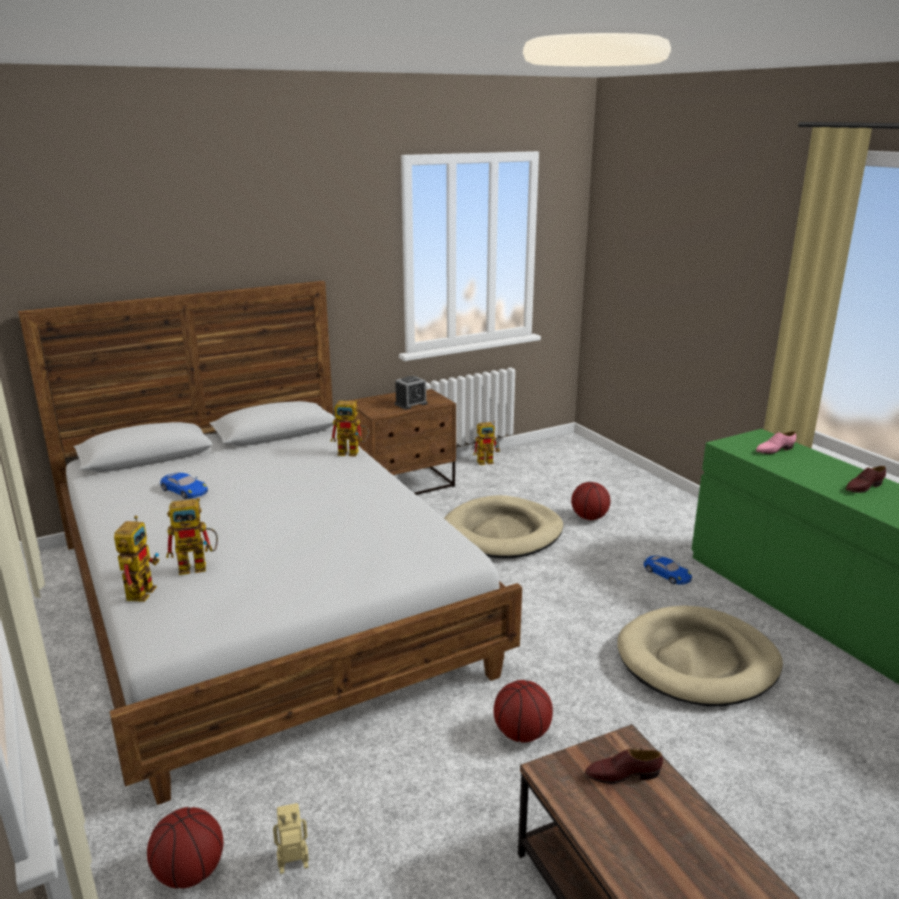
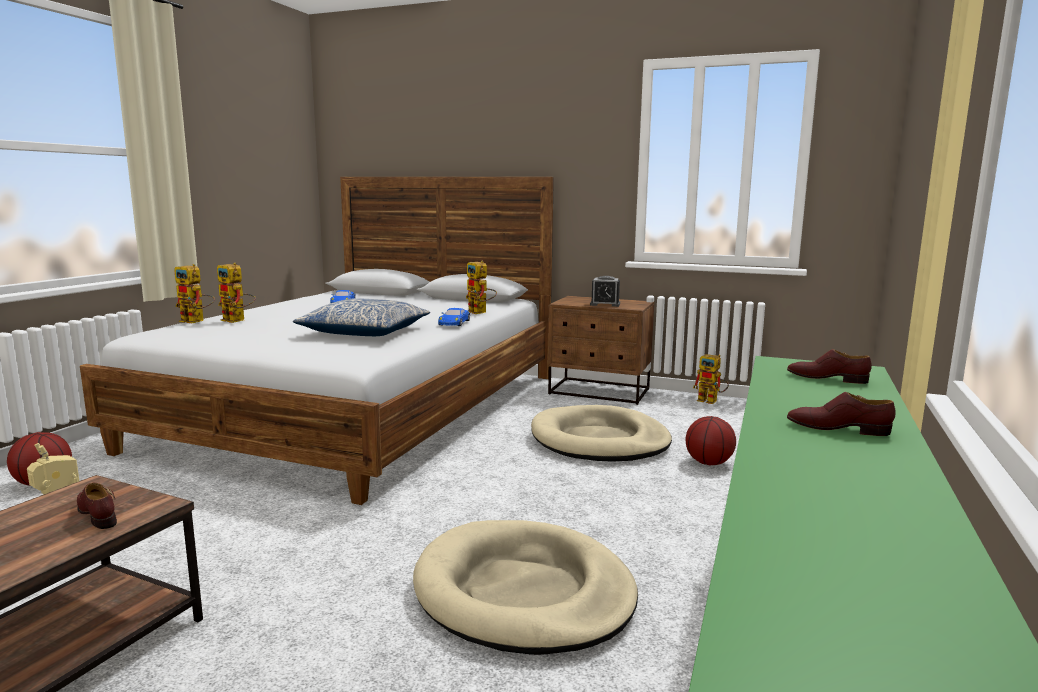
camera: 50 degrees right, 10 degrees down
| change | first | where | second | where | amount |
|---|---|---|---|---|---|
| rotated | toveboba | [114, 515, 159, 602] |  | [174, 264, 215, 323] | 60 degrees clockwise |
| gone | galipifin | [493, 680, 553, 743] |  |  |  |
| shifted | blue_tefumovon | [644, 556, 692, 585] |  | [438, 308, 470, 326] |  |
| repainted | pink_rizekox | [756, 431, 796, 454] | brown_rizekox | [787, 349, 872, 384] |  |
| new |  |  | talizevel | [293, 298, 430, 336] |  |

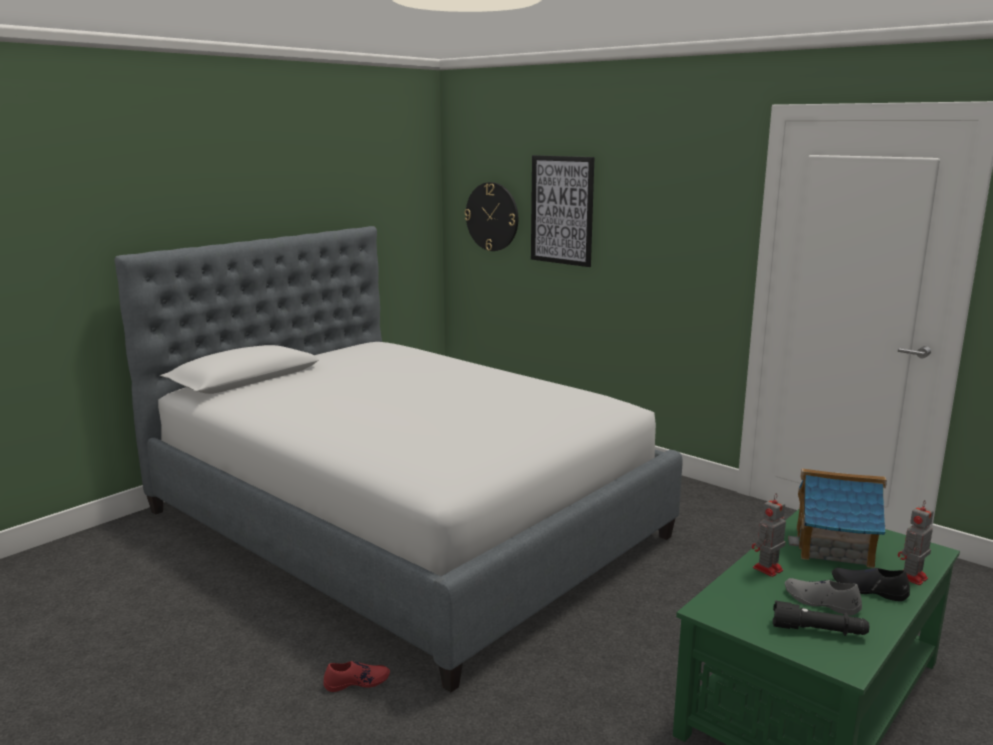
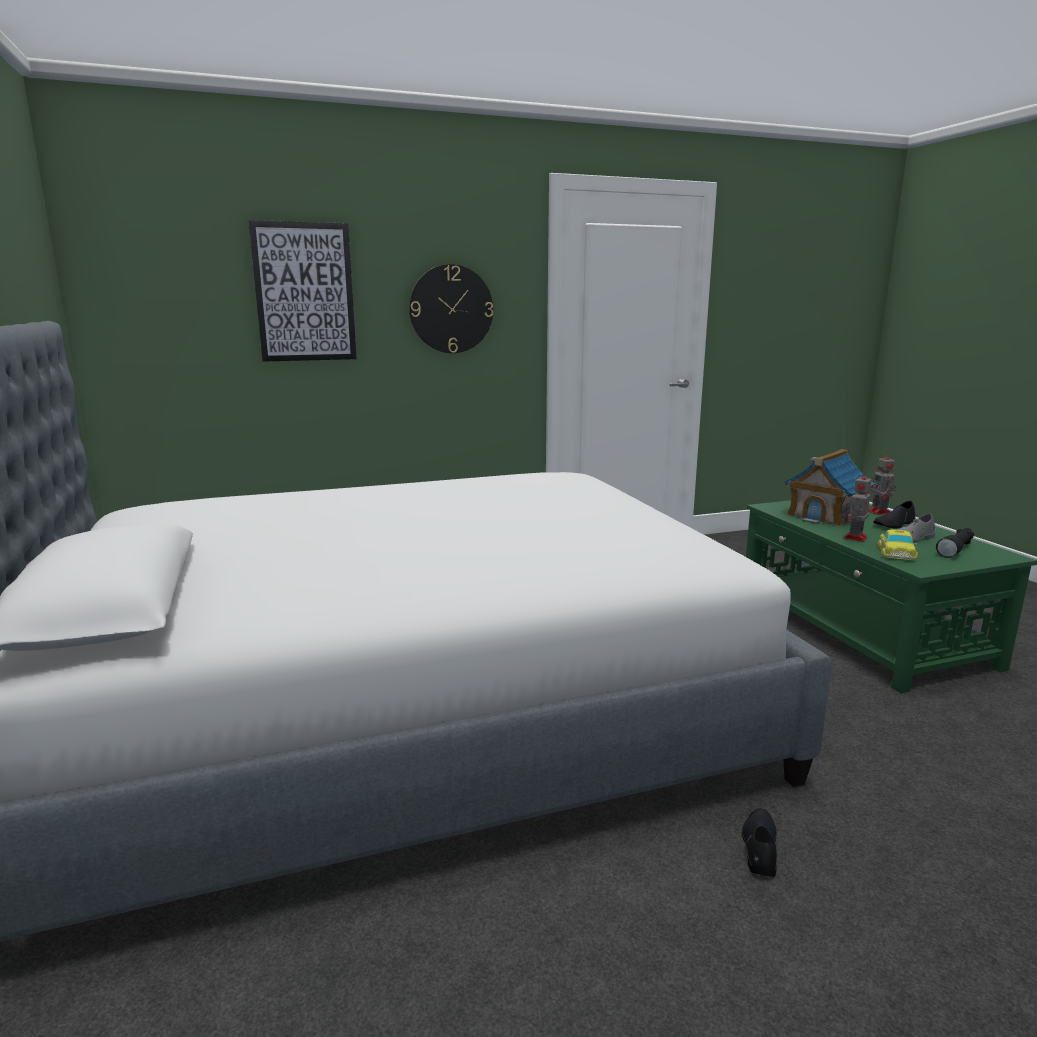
camera: 60 degrees left, 0 degrees up
| change | first | where | second | where | amount |
|---|---|---|---|---|---|
| repainted | red_rizekox | [323, 661, 390, 692] | black_rizekox | [742, 809, 777, 877] |  |
| shifted | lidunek | [465, 182, 518, 251] |  | [409, 264, 493, 353] |  |
| rotated | toveboba | [752, 493, 786, 577] |  | [844, 471, 871, 542] | 45 degrees clockwise |
| new |  |  | tefumovon | [878, 529, 918, 560] |  |

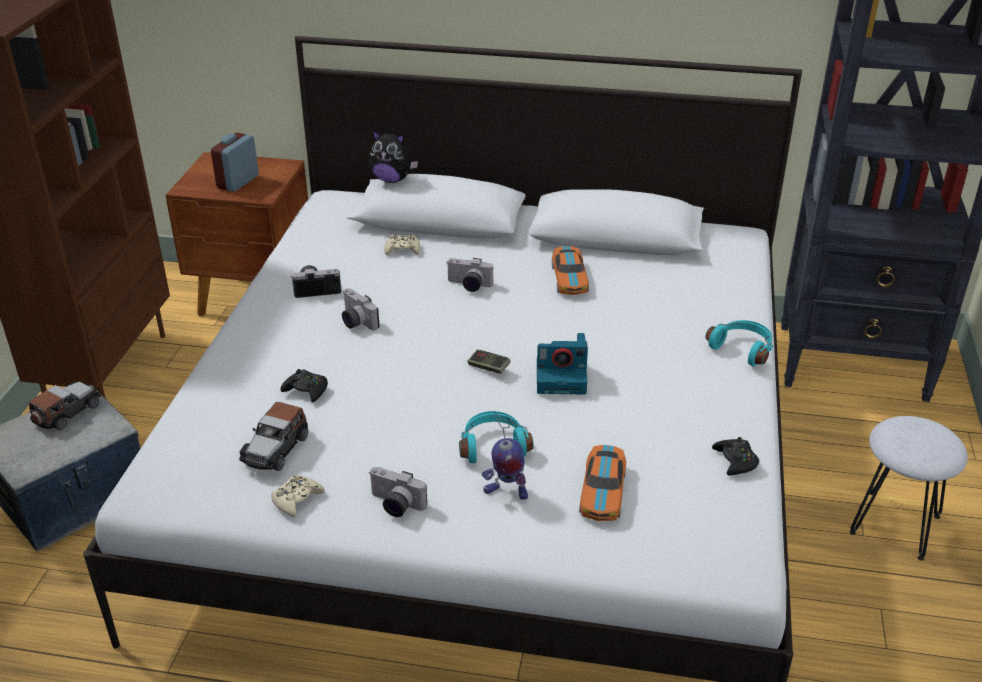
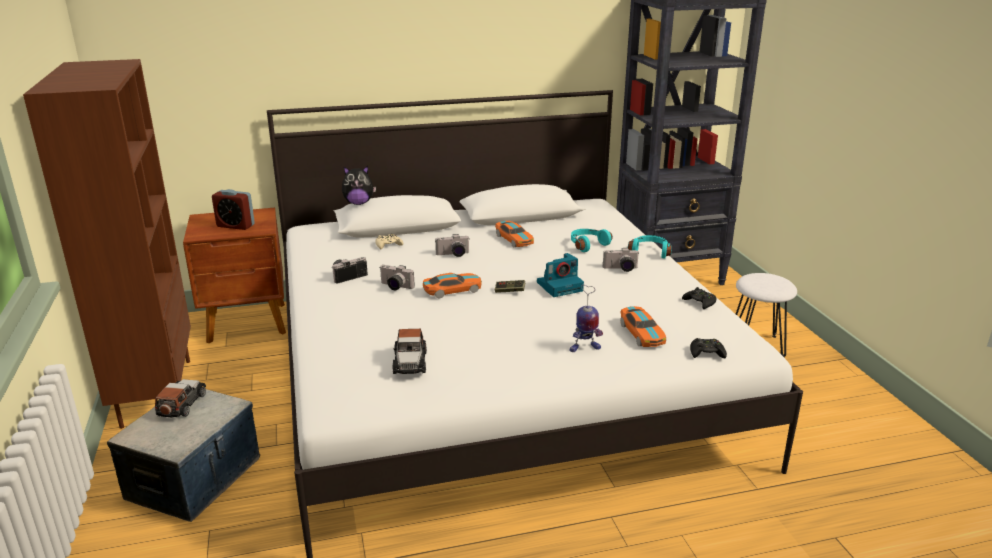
camera: 25 degrees left, 10 degrees down
| change | first | where | second | where | amount |
|---|---|---|---|---|---|
| rotated | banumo | [211, 132, 259, 192] |  | [212, 189, 255, 230] | 75 degrees counterclockwise |
| gone | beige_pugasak | [271, 475, 325, 517] |  |  |  |
| shifted | black_pugasak | [280, 369, 328, 403] |  | [690, 338, 727, 358] |  |
| shifted | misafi | [370, 467, 427, 517] |  | [603, 248, 640, 272] |  |
| shifted | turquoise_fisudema | [459, 411, 534, 463] |  | [571, 229, 613, 252] |  |
| new |  |  | tefumovon | [423, 273, 482, 298] |  |

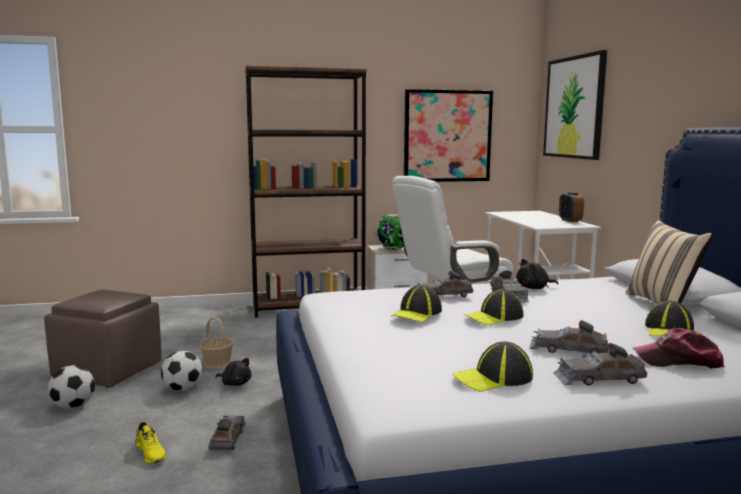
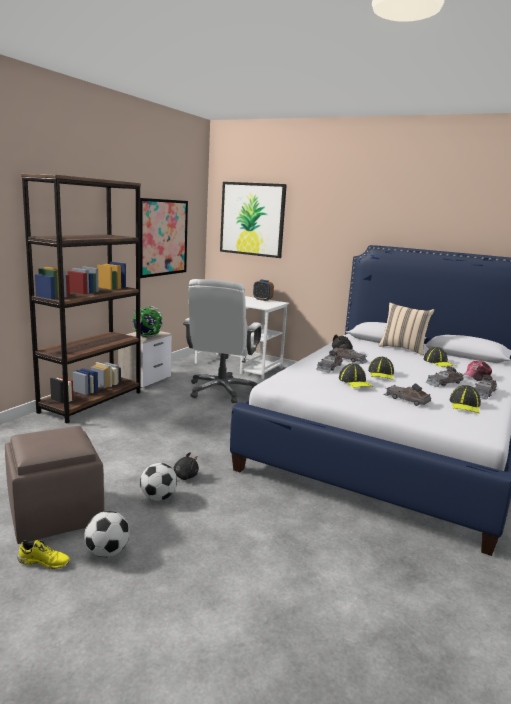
camera: 50 degrees left, 5 degrees up
| change | first | where | second | where | amount |
|---|---|---|---|---|---|
| shifted | yellow_rizekox | [135, 422, 166, 463] |  | [17, 540, 70, 569] |  |
| gone | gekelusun | [200, 317, 233, 369] |  |  |  |
| shifted | grey_tefumovon | [208, 416, 246, 450] |  | [383, 383, 431, 406] |  |

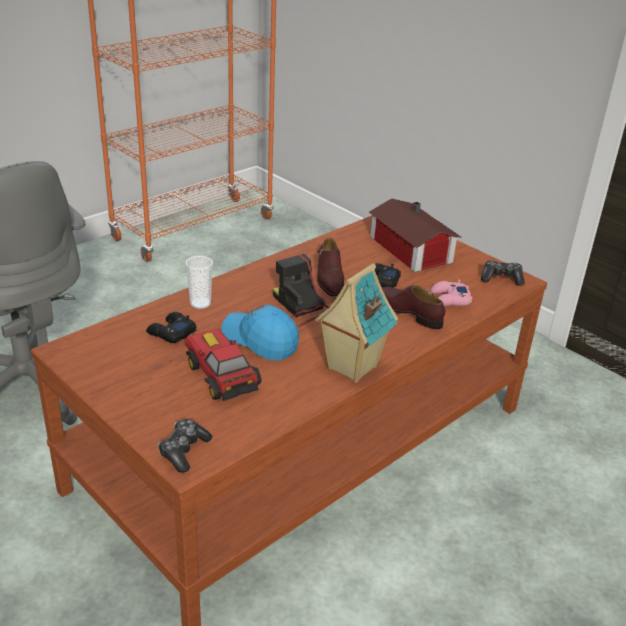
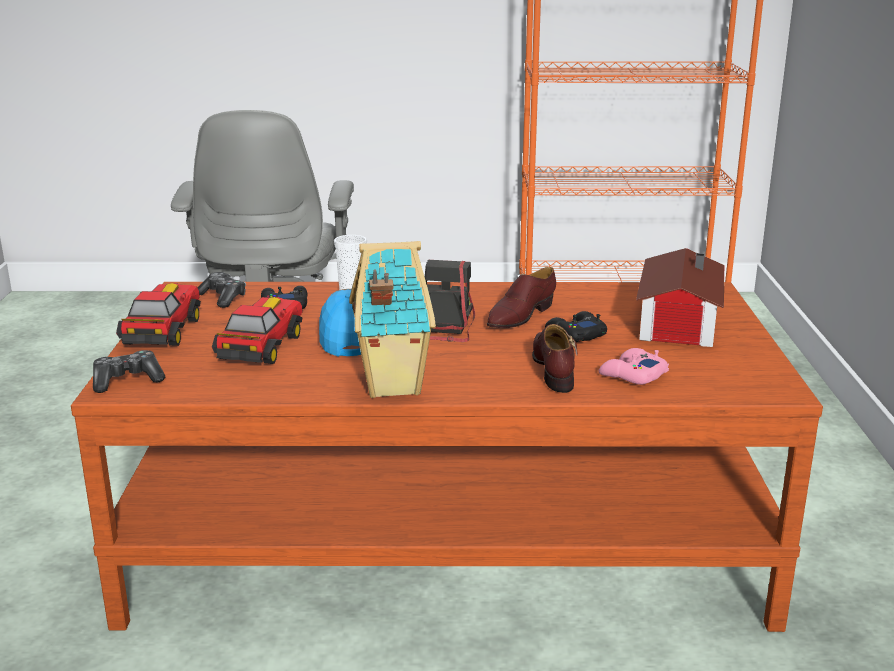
camera: 45 degrees right, 10 degrees down
| change | first | where | second | where | amount |
|---|---|---|---|---|---|
| shifted | pugasak | [481, 260, 525, 286] |  | [197, 272, 246, 308] |  |
| new |  |  | tefumovon | [116, 283, 201, 346] |  |

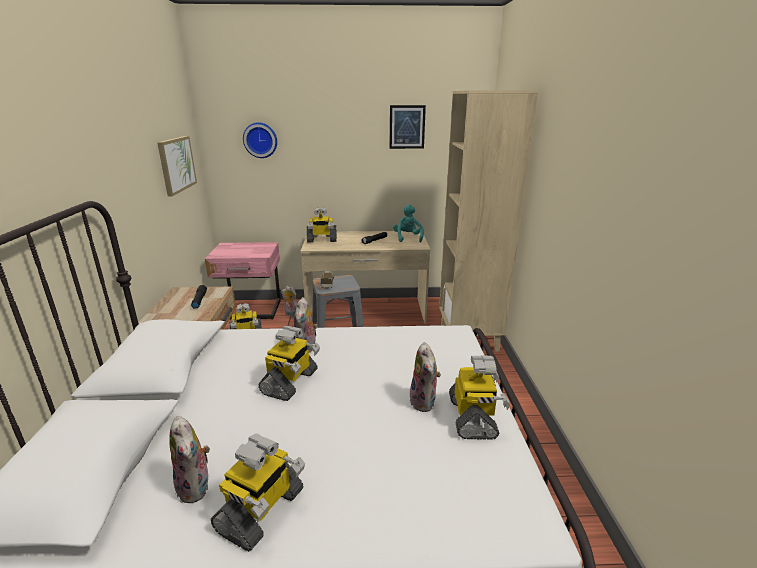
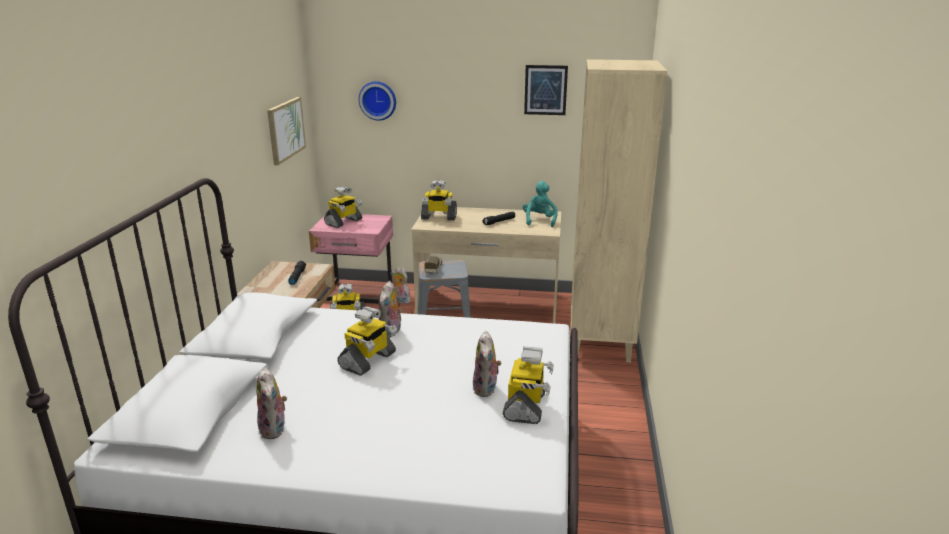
camera: 10 degrees right, 0 degrees up
| change | first | where | second | where | amount |
|---|---|---|---|---|---|
| shifted | toveboba | [211, 434, 305, 552] |  | [324, 186, 362, 228] |  |

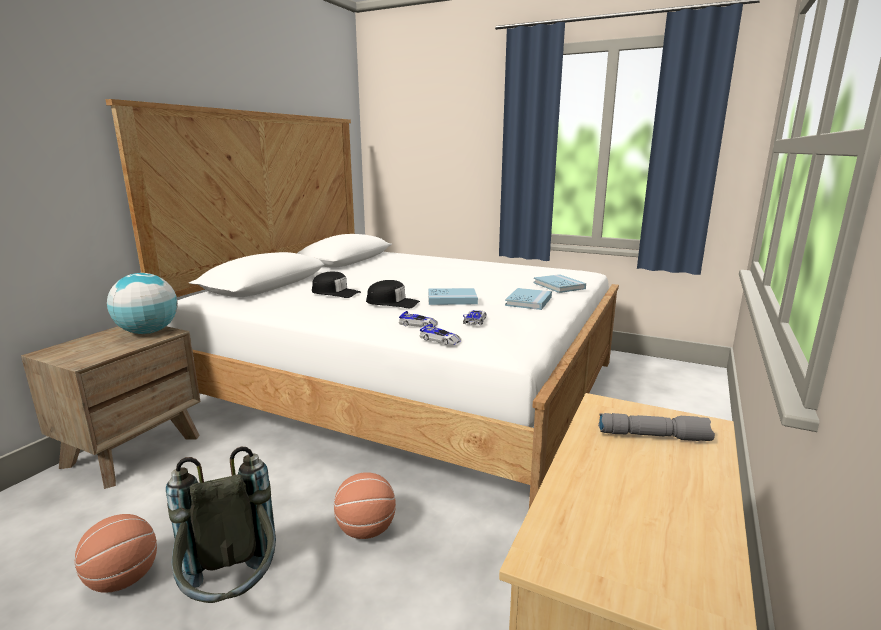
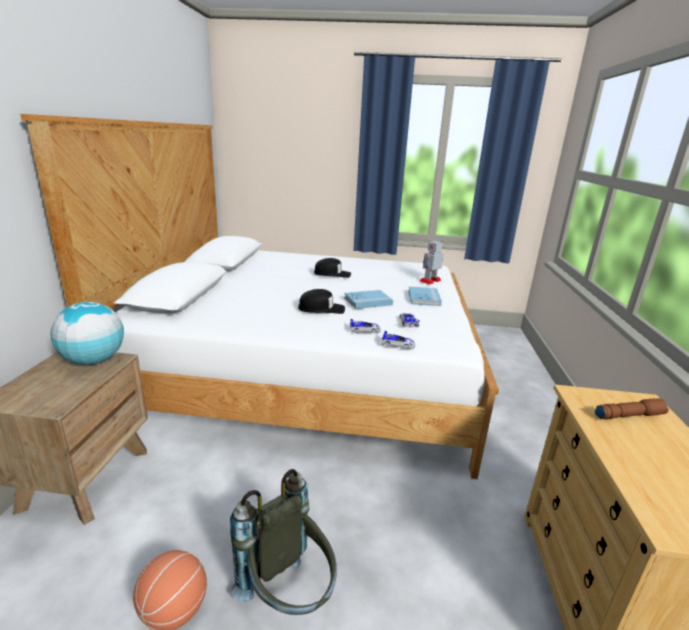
camera: 20 degrees left, 5 degrees up
| change | first | where | second | where | amount |
|---|---|---|---|---|---|
| shifted | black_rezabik | [312, 271, 361, 298] |  | [314, 258, 351, 278] |  |
| gone | galipifin | [334, 472, 396, 539] |  |  |  |
| swapped | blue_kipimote | [533, 274, 586, 293] | toveboba | [420, 241, 443, 284] |  |
| repainted | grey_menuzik | [598, 413, 715, 441] | brown_menuzik | [595, 399, 669, 419] |  |

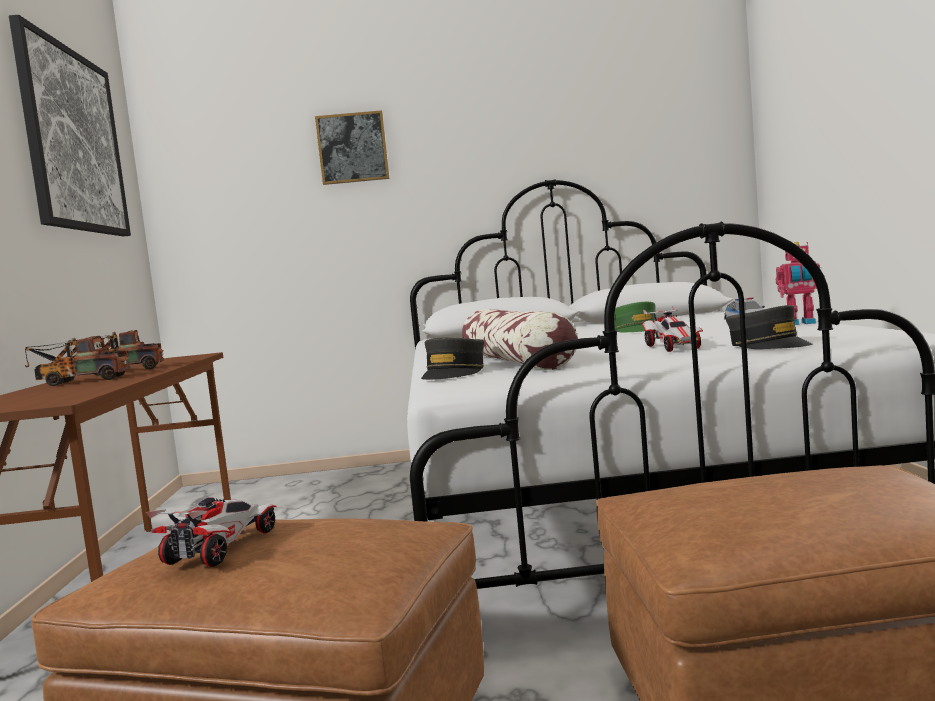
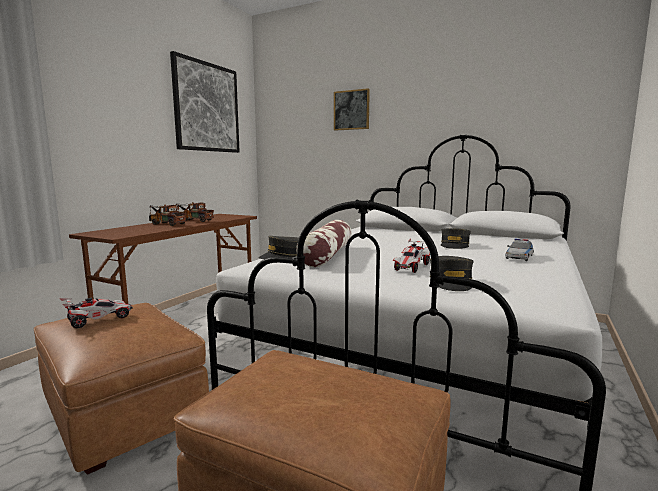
camera: 30 degrees right, 5 degrees up
| change | first | where | second | where | amount |
|---|---|---|---|---|---|
| repainted | green_rezabik | [614, 302, 655, 332] | grey_rezabik | [441, 228, 471, 249] |  |
| gone | toveboba | [776, 242, 820, 325] |  |  |  |

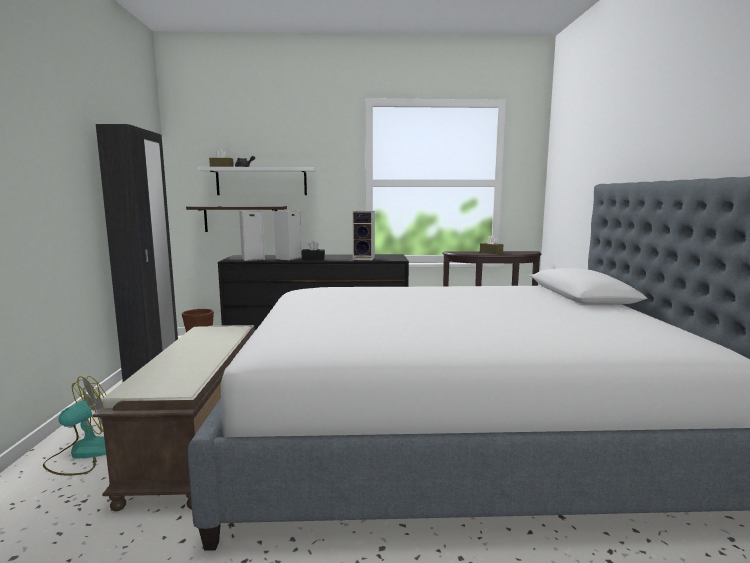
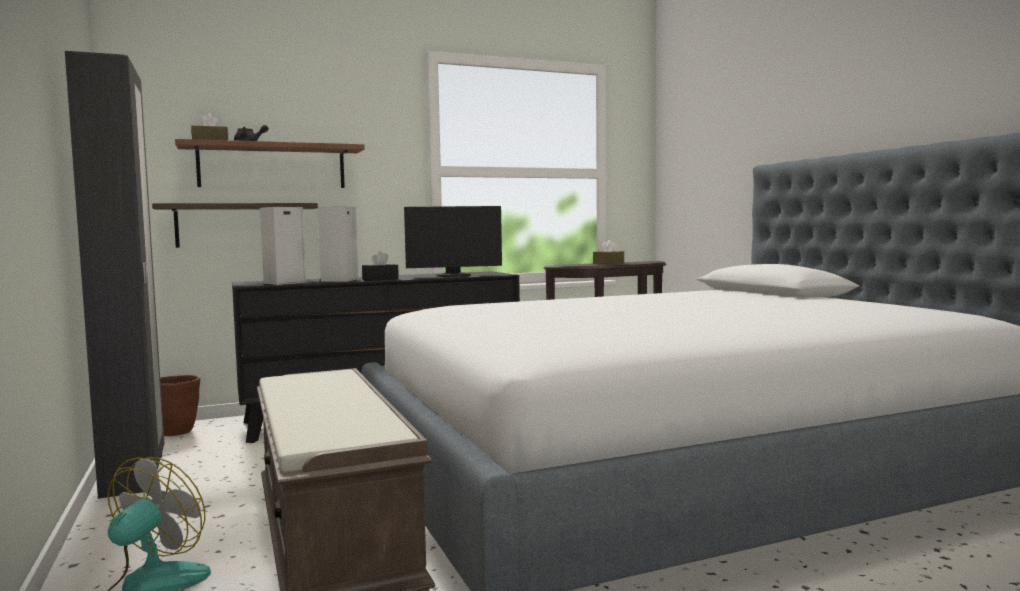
camera: 20 degrees left, 5 degrees down
| change | first | where | second | where | amount |
|---|---|---|---|---|---|
| repainted | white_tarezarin | [198, 167, 316, 195] | brown_tarezarin | [175, 139, 365, 188] |  |
| swapped | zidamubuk | [352, 211, 375, 260] | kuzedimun | [404, 206, 502, 277] |  |

